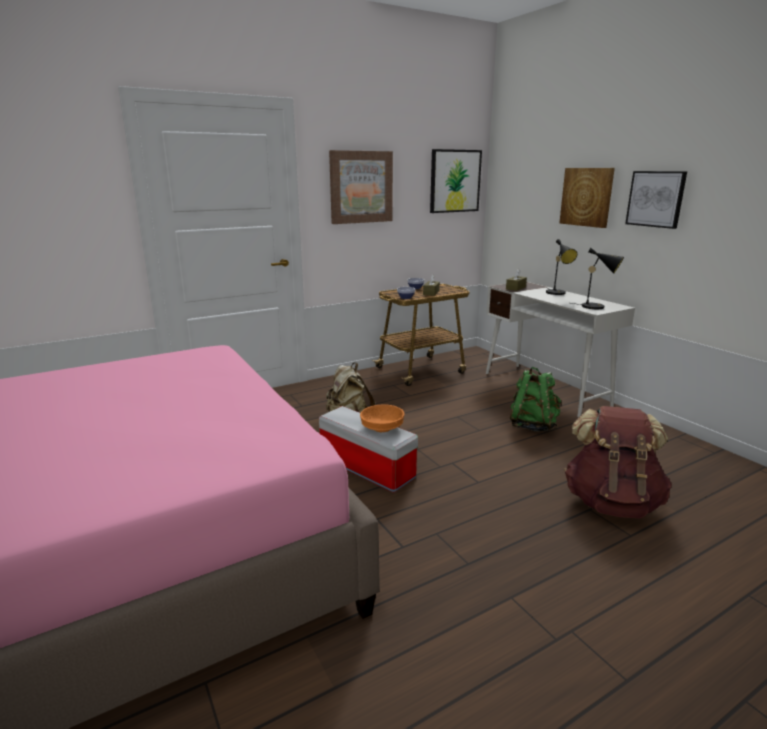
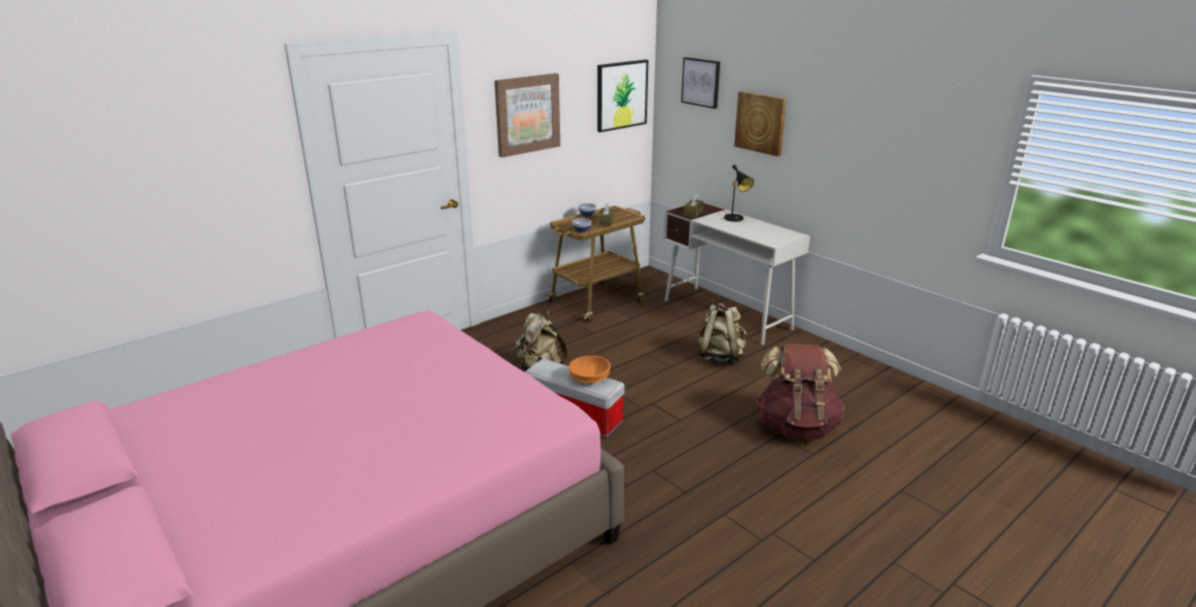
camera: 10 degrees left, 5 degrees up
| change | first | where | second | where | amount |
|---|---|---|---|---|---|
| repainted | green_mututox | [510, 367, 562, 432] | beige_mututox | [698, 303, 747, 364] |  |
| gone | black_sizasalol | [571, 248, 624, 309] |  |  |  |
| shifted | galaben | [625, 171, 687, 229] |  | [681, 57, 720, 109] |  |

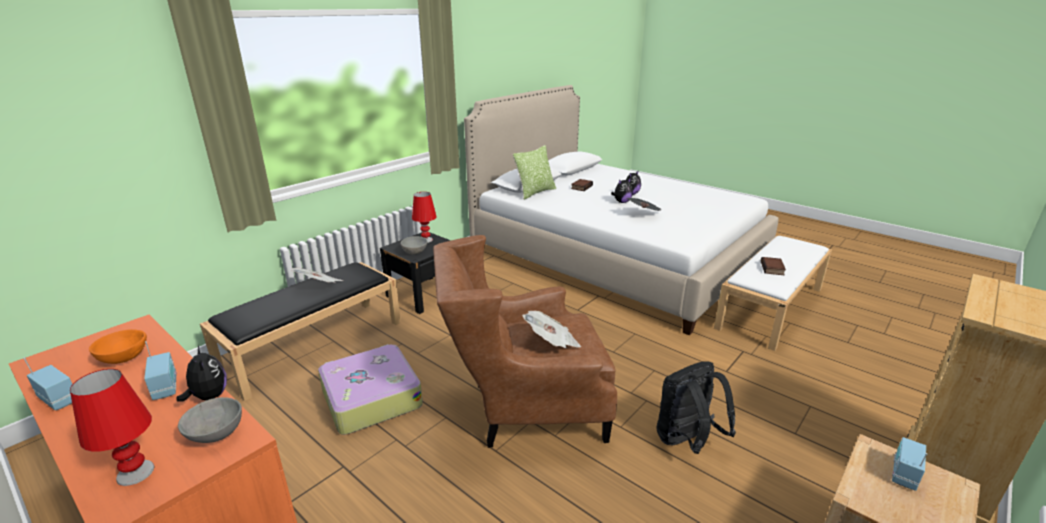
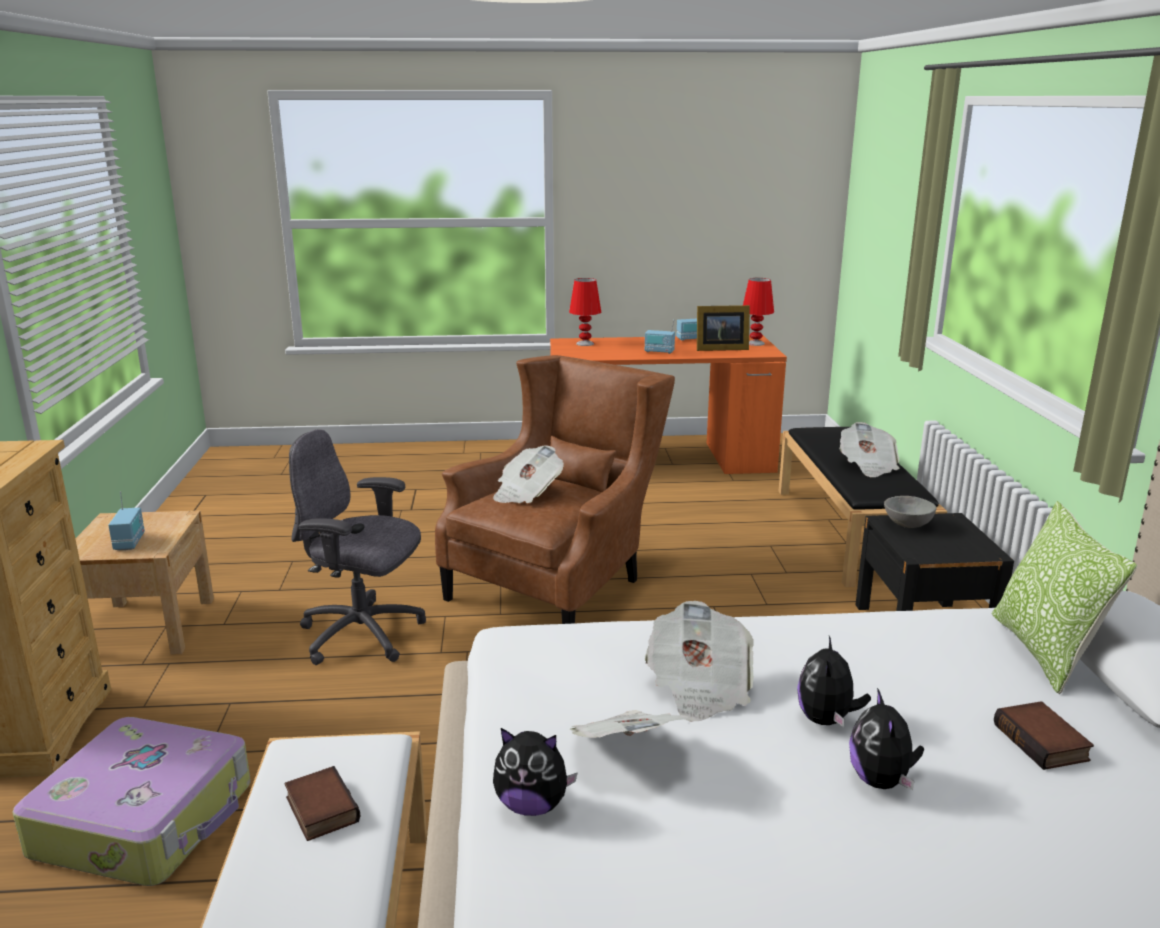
camera: 135 degrees right, 5 degrees down
| change | first | where | second | where | amount |
|---|---|---|---|---|---|
| swapped | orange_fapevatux | [89, 329, 147, 364] | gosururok | [697, 305, 750, 351] |  |
| shifted | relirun | [176, 345, 227, 402] |  | [493, 728, 578, 816] |  |
| gone | grey_fapevatux | [178, 397, 242, 443] |  |  |  |
| shifted | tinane | [318, 344, 423, 435] |  | [12, 717, 251, 886] |  |
| shifted | red_sizasalol | [412, 192, 437, 243] |  | [743, 278, 774, 346] |  |
| swapped | black_mututox | [657, 361, 736, 454] | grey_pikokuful | [289, 430, 426, 665] |  |
| new |  |  | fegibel | [570, 710, 689, 738] |  |

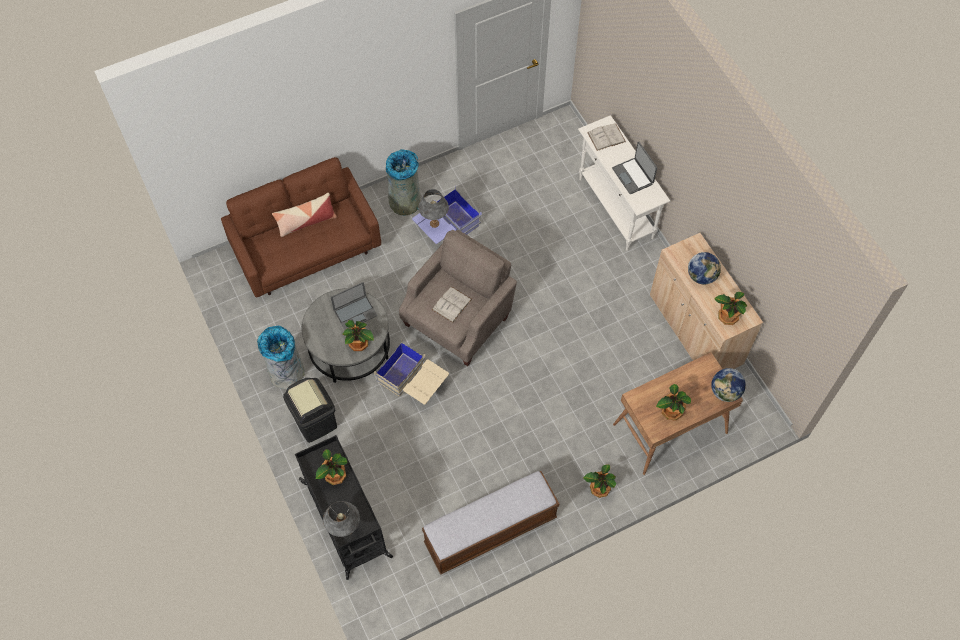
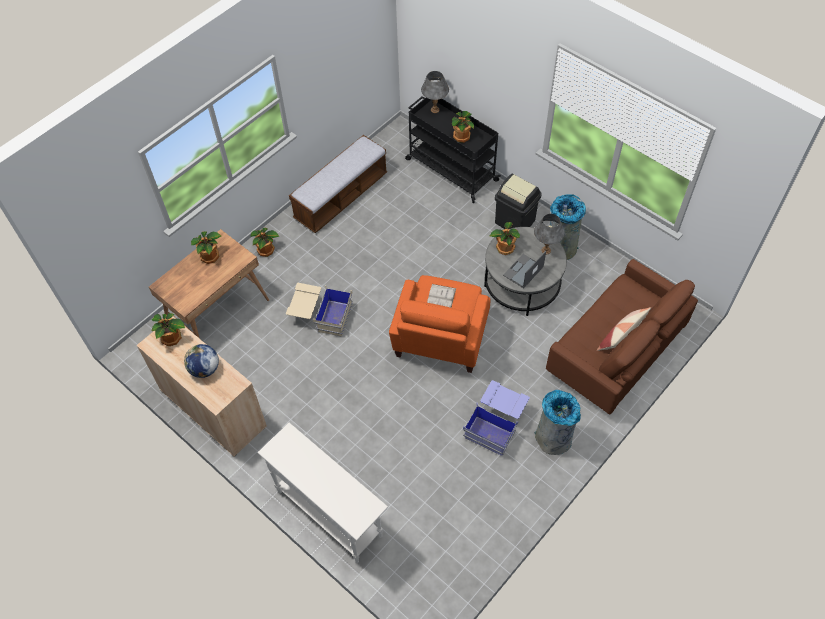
camera: 160 degrees right, 5 degrees down
| change | first | where | second | where | amount |
|---|---|---|---|---|---|
| shifted | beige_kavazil | [374, 340, 449, 405] |  | [286, 283, 353, 336] |  |
| repainted | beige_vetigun | [399, 230, 517, 366] | orange_vetigun | [389, 275, 491, 373] |  |
| shifted | grey_sizasalol | [418, 189, 449, 228] |  | [534, 214, 565, 255] |  |
| gone | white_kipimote | [587, 123, 626, 151] |  |  |  |
| gone | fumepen | [612, 142, 657, 194] |  |  |  |
| gone | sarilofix | [711, 368, 746, 402] |  |  |  |

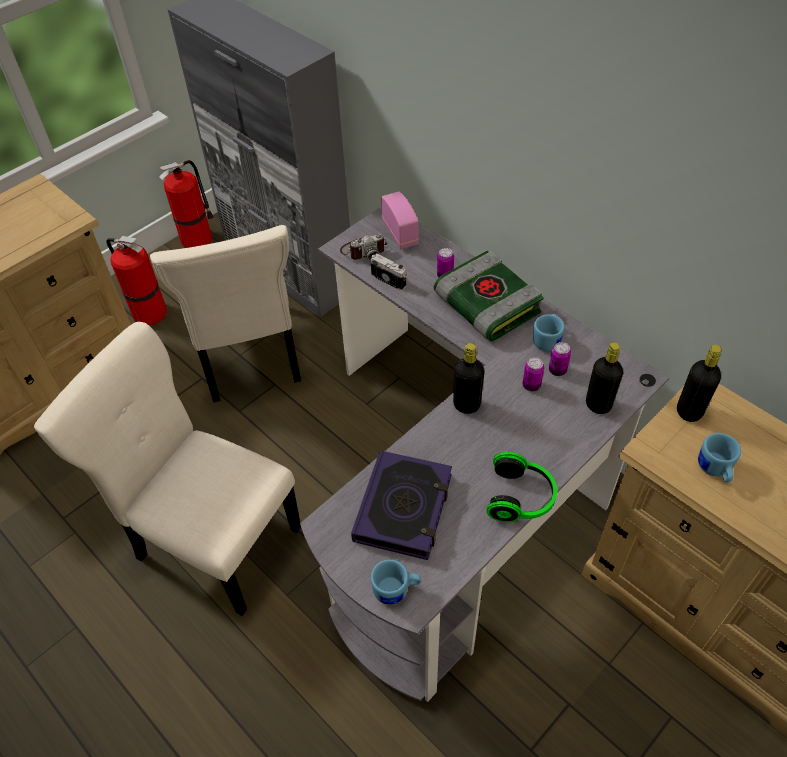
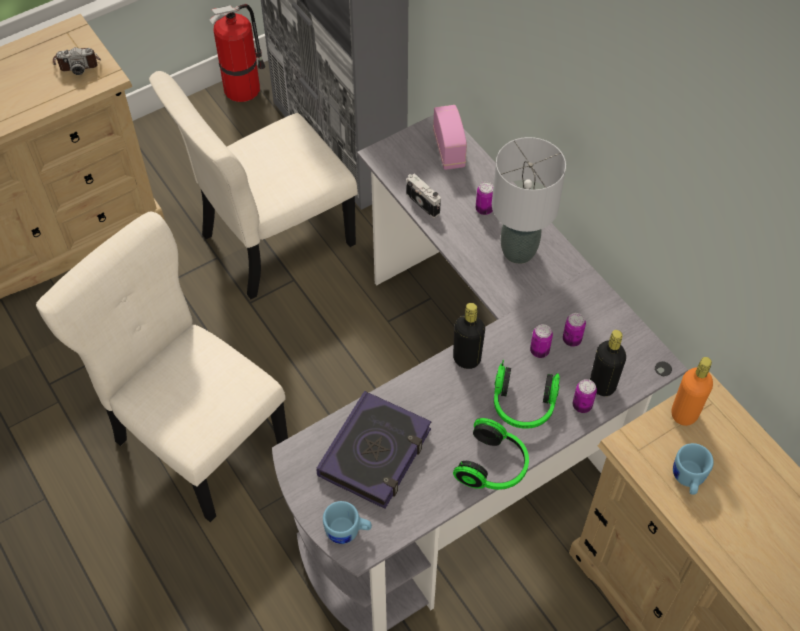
camera: 10 degrees right, 5 degrees up
| change | first | where | second | where | amount |
|---|---|---|---|---|---|
| gone | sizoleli | [106, 236, 167, 325] |  |  |  |
| rotated | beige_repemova | [150, 225, 301, 403] |  | [149, 71, 358, 299] | 60 degrees clockwise |
| shifted | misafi | [340, 234, 387, 260] |  | [53, 47, 101, 75] |  |
| swapped | kipimote | [434, 251, 544, 341] | grey_sizasalol | [492, 137, 566, 264] |  |
| gone | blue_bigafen | [533, 314, 565, 351] |  |  |  |
| repainted | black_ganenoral | [677, 345, 722, 422] | orange_ganenoral | [671, 357, 713, 426] |  |
| new |  |  | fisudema | [494, 360, 560, 429] |  |
| new |  |  | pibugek | [573, 379, 597, 413] |  |

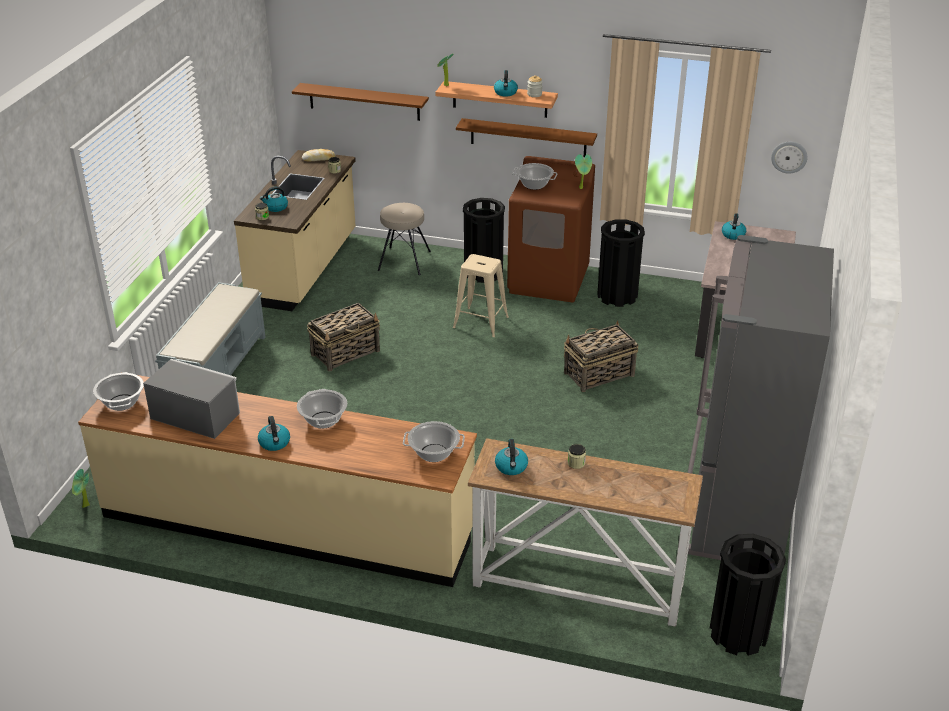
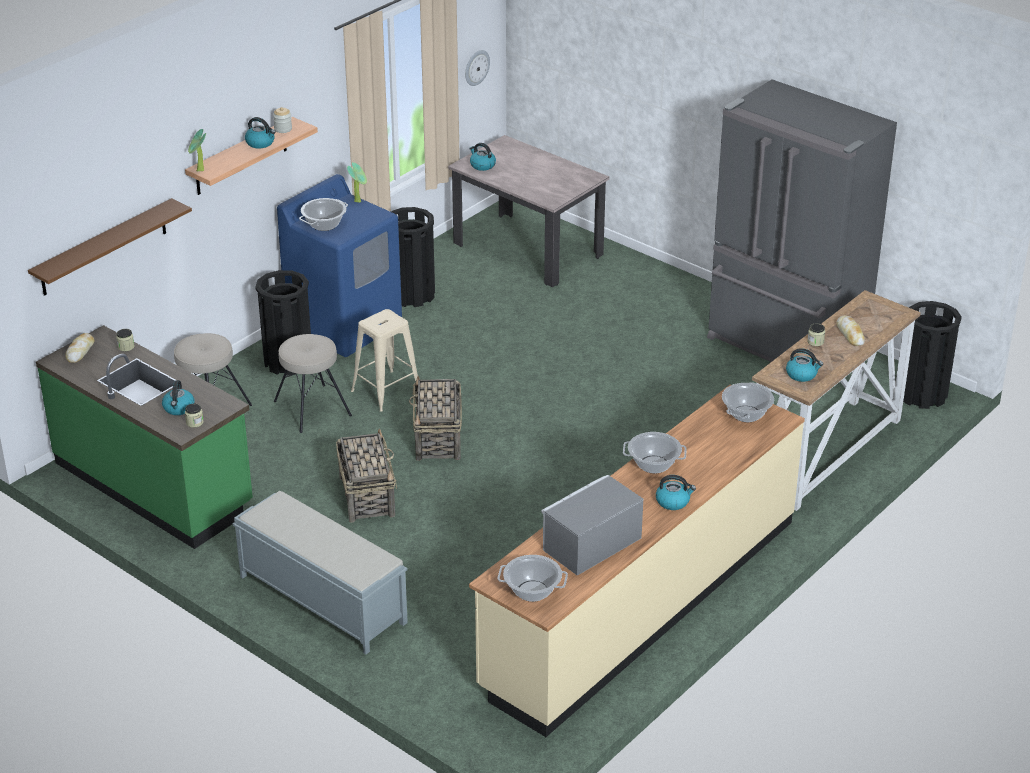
camera: 65 degrees left, 0 degrees up
| change | first | where | second | where | amount |
|---|---|---|---|---|---|
| gone | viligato | [72, 469, 90, 508] |  |  |  |
| repainted | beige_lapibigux | [234, 150, 356, 311] | green_lapibigux | [36, 325, 253, 549] |  |
| gone | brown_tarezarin | [456, 118, 597, 157] |  |  |  |
| repainted | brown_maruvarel | [507, 156, 595, 302] | blue_maruvarel | [277, 174, 402, 357] |  |
| shifted | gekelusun | [564, 320, 638, 392] |  | [409, 376, 462, 461] |  |
| new |  |  | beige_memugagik | [274, 334, 352, 433] |  |
| new |  |  | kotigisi | [837, 315, 865, 346] |  |

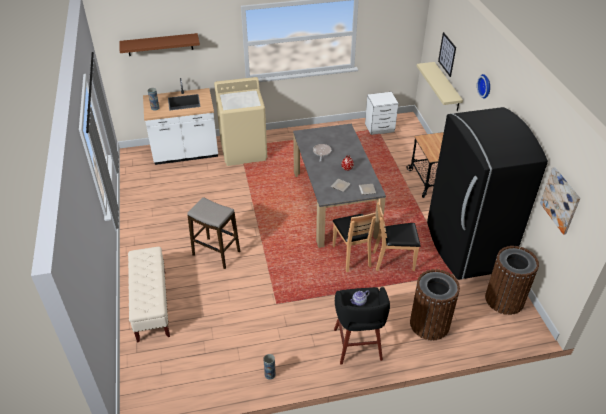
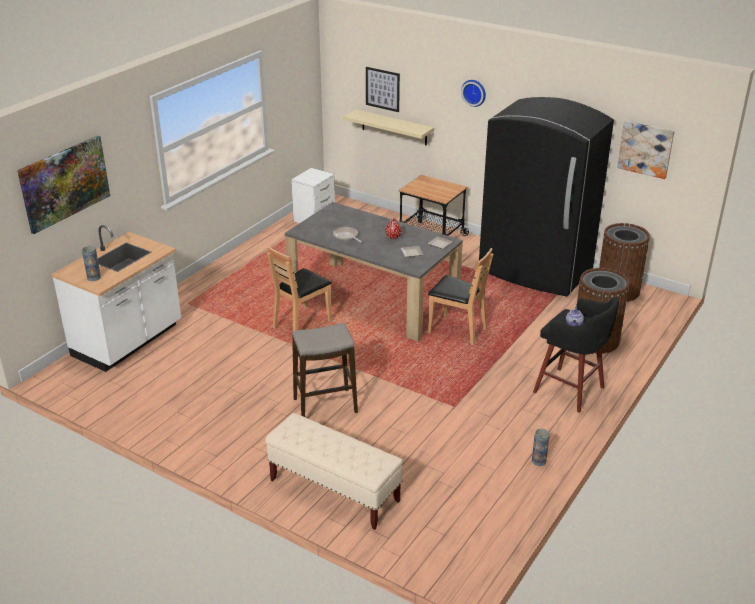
camera: 45 degrees left, 10 degrees down
| change | first | where | second | where | amount |
|---|---|---|---|---|---|
| swapped | brown_tarezarin | [119, 33, 200, 56] | galaben | [17, 136, 110, 234] |  |
| gone | beige_maruvarel | [214, 77, 267, 166] |  |  |  |
| shifted | brown_repemova | [373, 199, 421, 271] |  | [267, 247, 332, 331] |  |

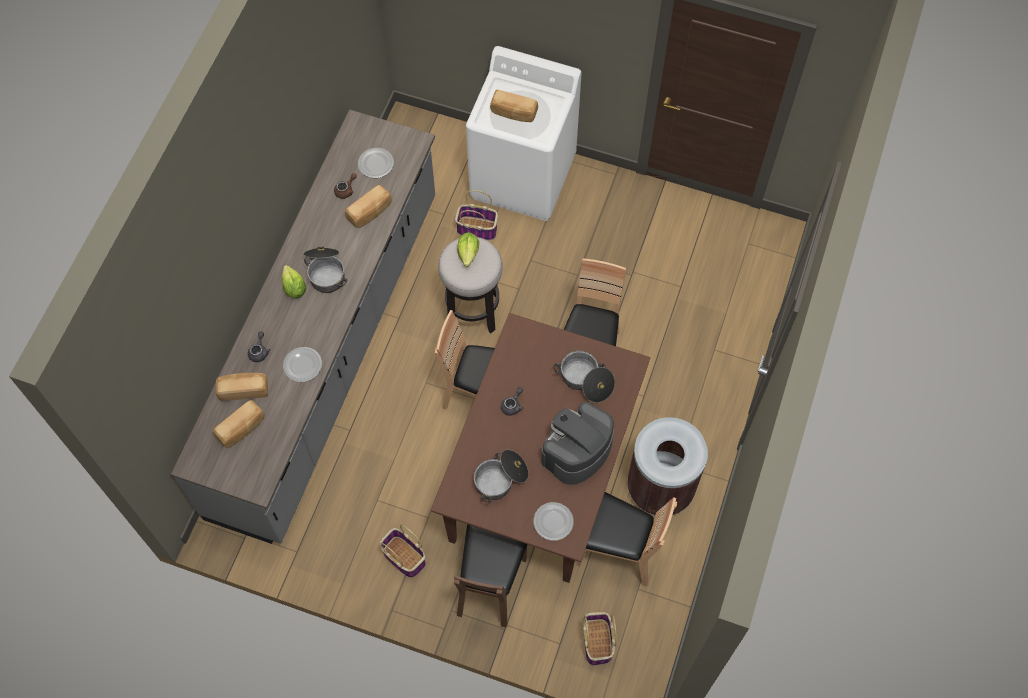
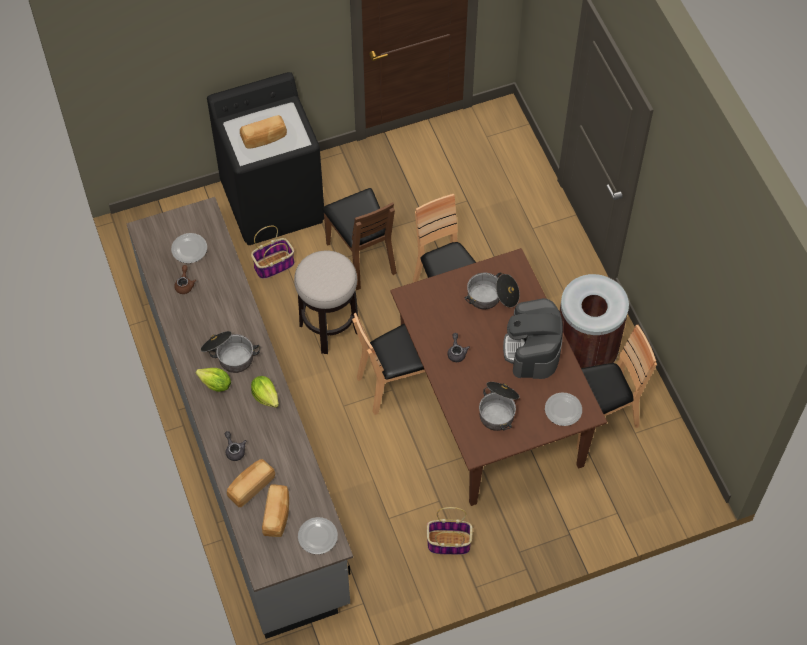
camera: 40 degrees left, 5 degrees down
| change | first | where | second | where | amount |
|---|---|---|---|---|---|
| shifted | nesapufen | [283, 347, 322, 382] |  | [298, 517, 338, 554] |  |
| gone | kotigisi | [345, 185, 392, 228] |  |  |  |
| shifted | brown_repemova | [454, 524, 528, 627] |  | [322, 188, 397, 290] |  |
| shifted | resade | [457, 232, 479, 267] |  | [251, 376, 279, 408] |  |
| repainted | white_maruvarel | [466, 46, 582, 221] | black_maruvarel | [207, 72, 324, 245] |  |
| gone | gekelusun | [583, 612, 617, 665] |  |  |  |

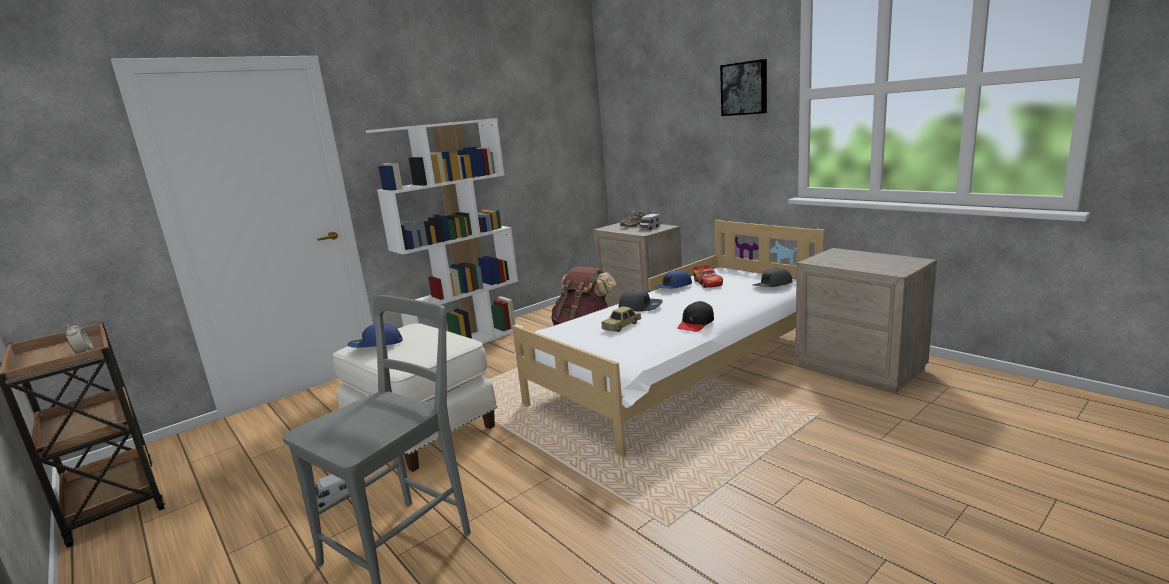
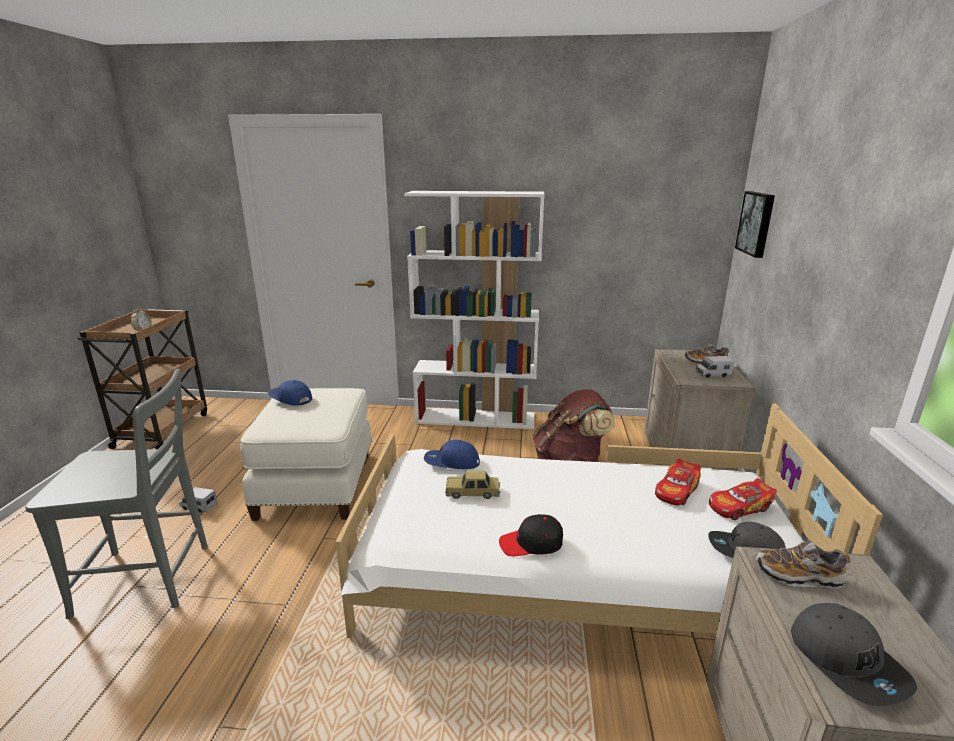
camera: 45 degrees right, 5 degrees up
| change | first | where | second | where | amount |
|---|---|---|---|---|---|
| shifted | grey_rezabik | [619, 288, 663, 311] |  | [791, 603, 917, 706] |  |
| shifted | blue_rezabik | [654, 270, 692, 289] |  | [424, 440, 480, 469] |  |
| shifted | galaben | [720, 59, 767, 116] |  | [735, 191, 775, 258] |  |
| new |  |  | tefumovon | [709, 478, 777, 520] |  |
| new |  |  | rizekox | [755, 540, 851, 589] |  |

